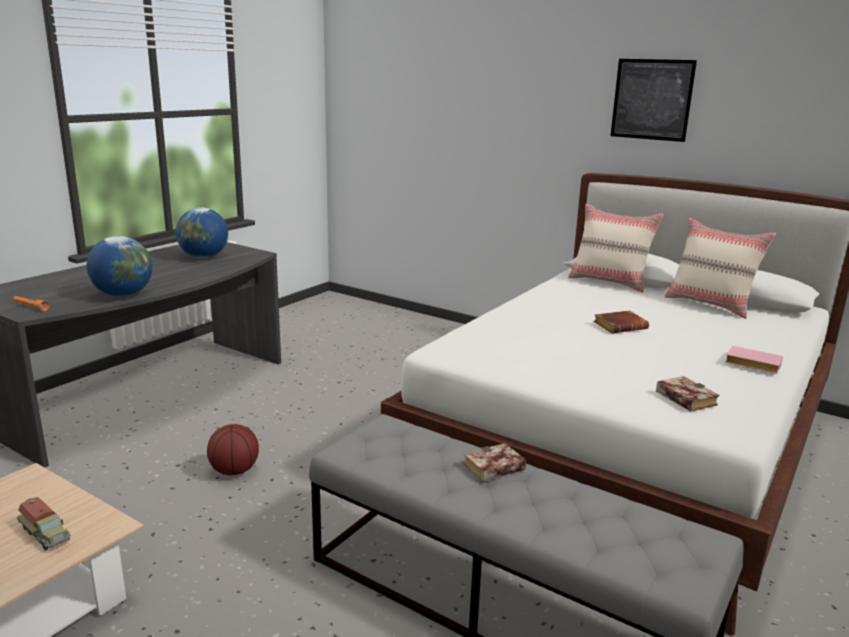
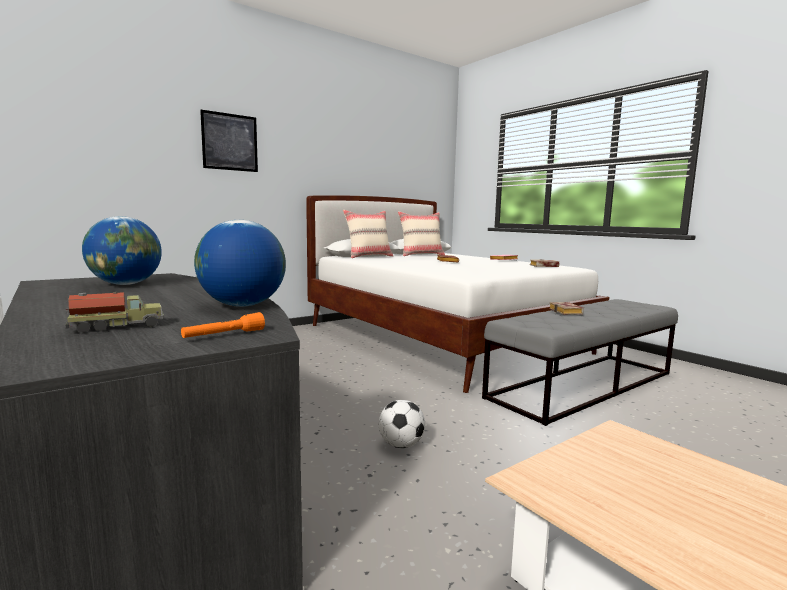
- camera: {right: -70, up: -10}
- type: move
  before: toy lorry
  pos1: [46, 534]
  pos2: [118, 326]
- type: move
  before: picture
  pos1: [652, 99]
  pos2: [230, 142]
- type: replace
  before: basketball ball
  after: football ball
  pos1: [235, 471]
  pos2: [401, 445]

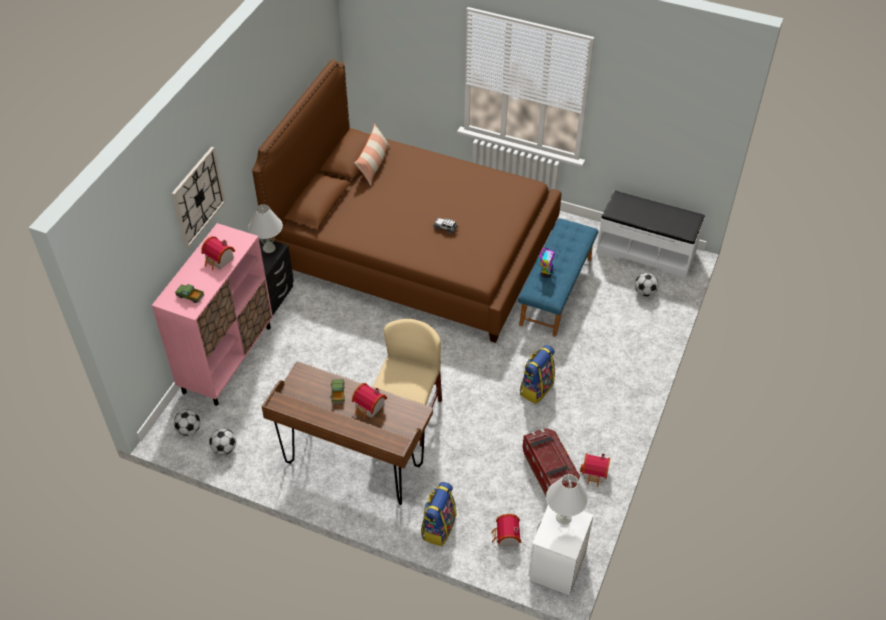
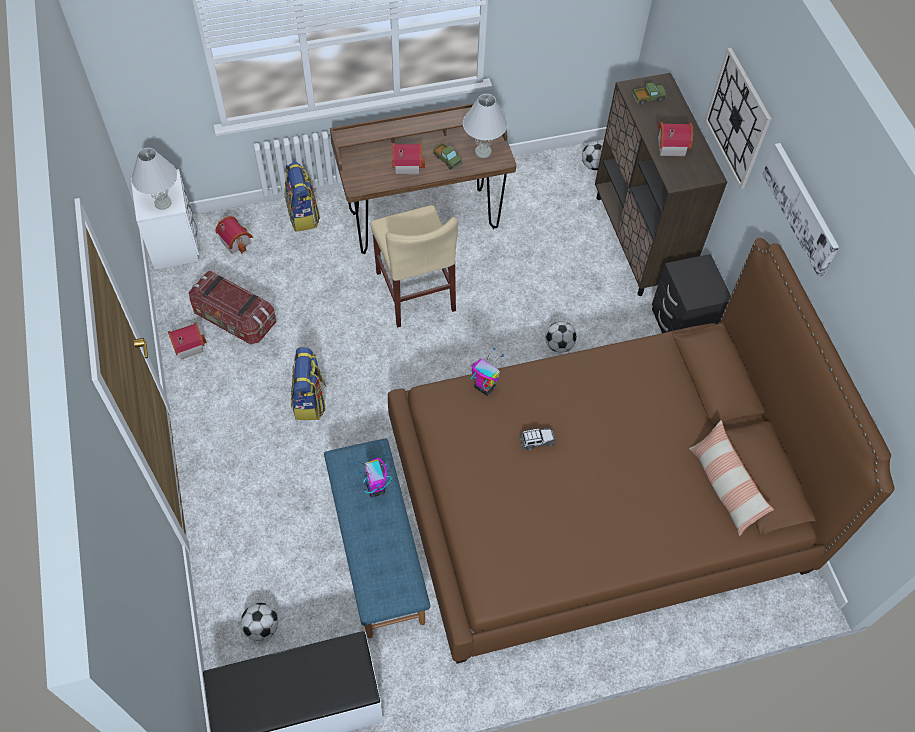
- camera: {right: 140, up: 10}
- type: insert
  after: robot figure
  pos2: [484, 387]
- type: insert
  after: picture
  pos2: [801, 208]
- type: move
  before: football ball
  pos1: [224, 449]
  pos2: [559, 345]
- type: move
  before: white-coloured tabletop lamp
  pos1: [268, 248]
  pos2: [483, 151]
- type: recolor
  before: pink-coloured cabinet
  after: brownish cabinet
  pos1: [227, 359]
  pos2: [639, 241]

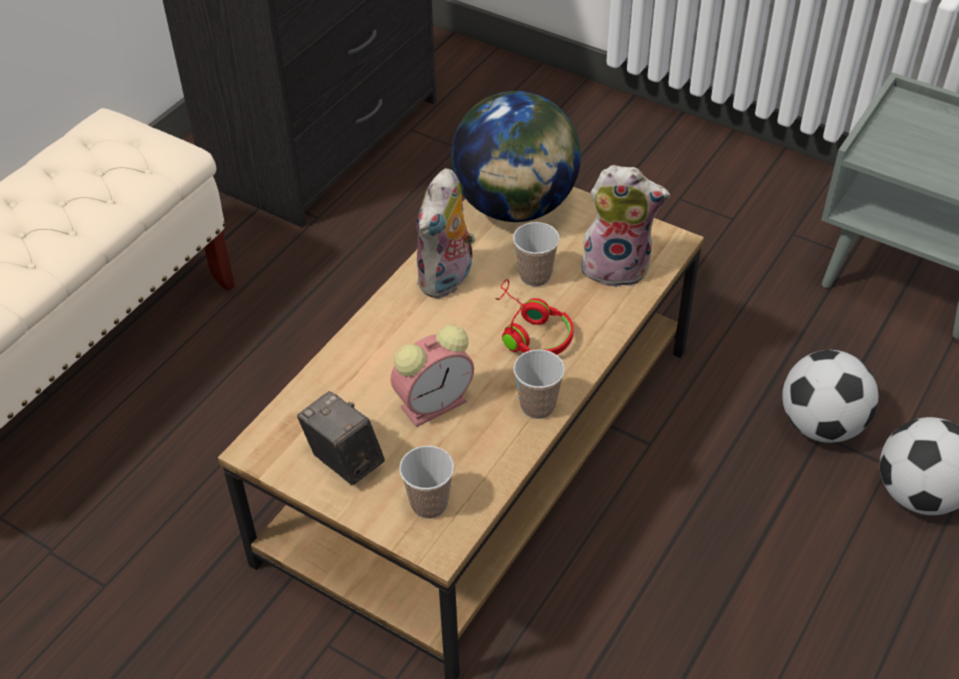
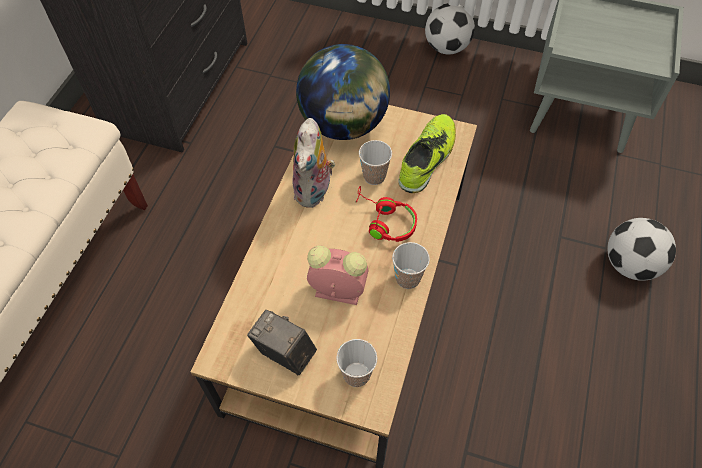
- camera: {right: -15, up: 10}
- type: move
  before: football ball
  pos1: [821, 425]
  pos2: [446, 48]
- type: replace
  before: soft toy
  after: low shoe
  pos1: [617, 267]
  pos2: [427, 158]
- type: rotate
  before: table clock
  pos1: [435, 402]
  pos2: [336, 291]
  turn: -120

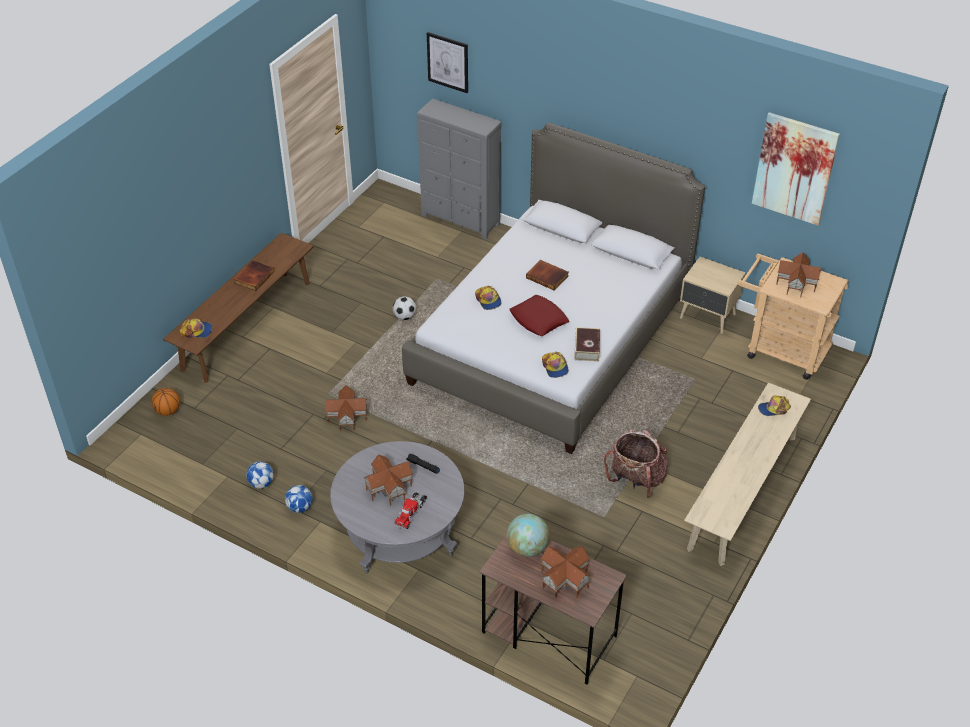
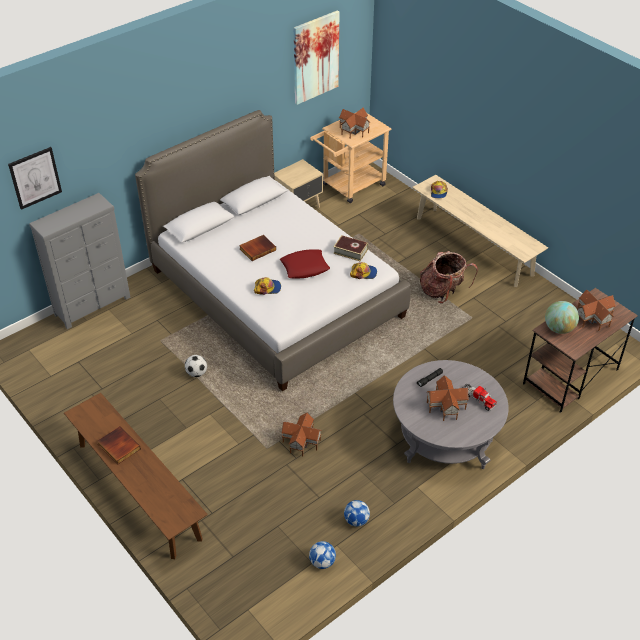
- camera: {right: -70, up: 0}
- type: delete
  before: basketball ball
  pos1: [167, 411]
- type: delete
  before: peaked cap
  pos1: [196, 331]
- type: move
  before: football ball
  pos1: [300, 507]
  pos2: [322, 562]

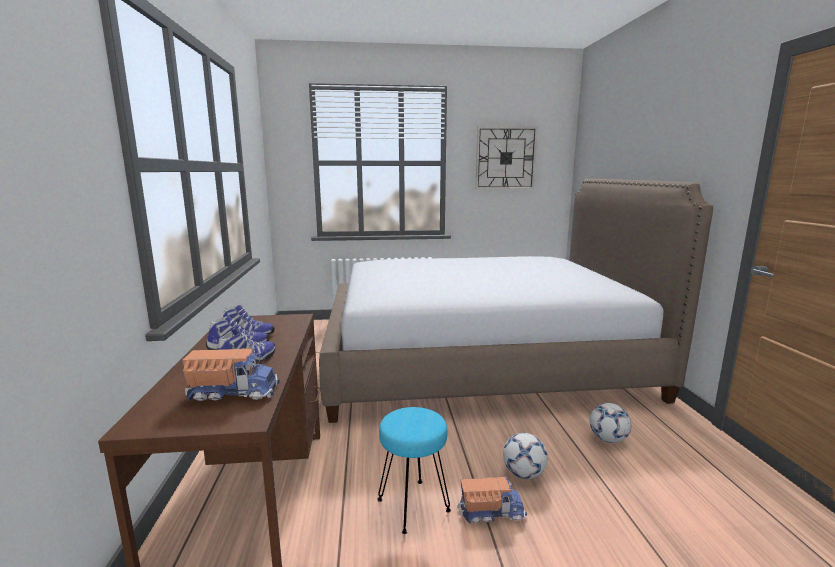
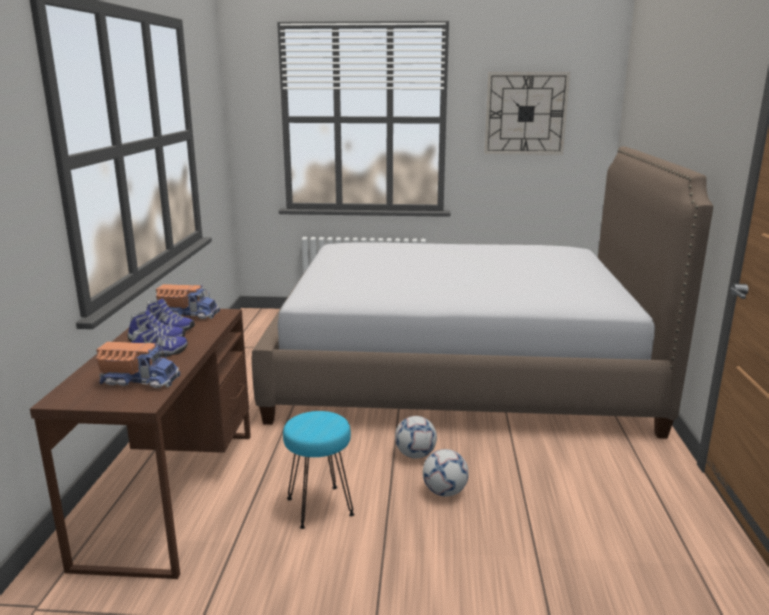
- camera: {right: 10, up: 5}
- type: move
  before: toy lorry
  pos1: [491, 510]
  pos2: [188, 314]
- type: move
  before: football ball
  pos1: [608, 439]
  pos2: [415, 455]

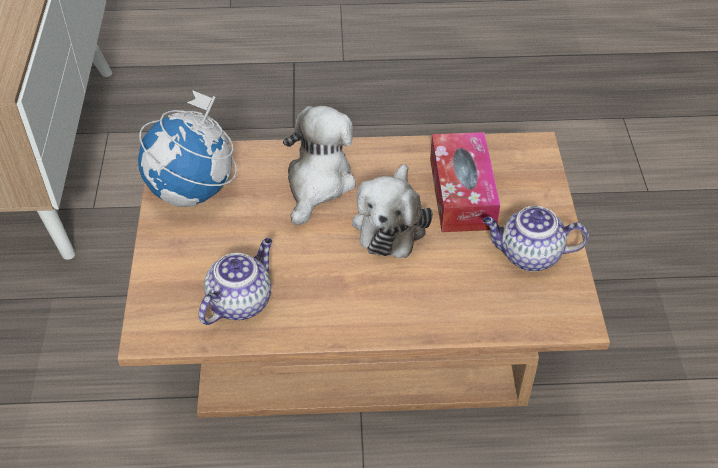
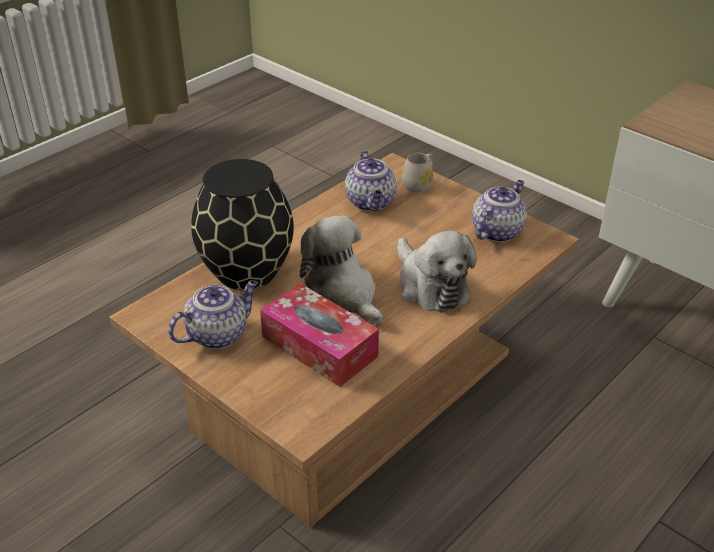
- camera: {right: 135, up: -10}
- type: insert
  after: black-coloured decorative vase
  pos2: [245, 271]
- type: insert
  after: white-coloured coffee mug
  pos2: [419, 184]
- type: replace
  before: world globe
  after: tea pot
  pos1: [193, 191]
  pos2: [497, 231]

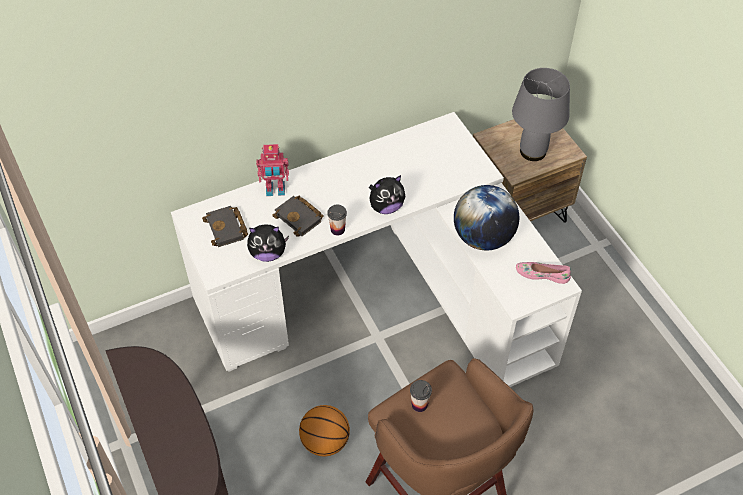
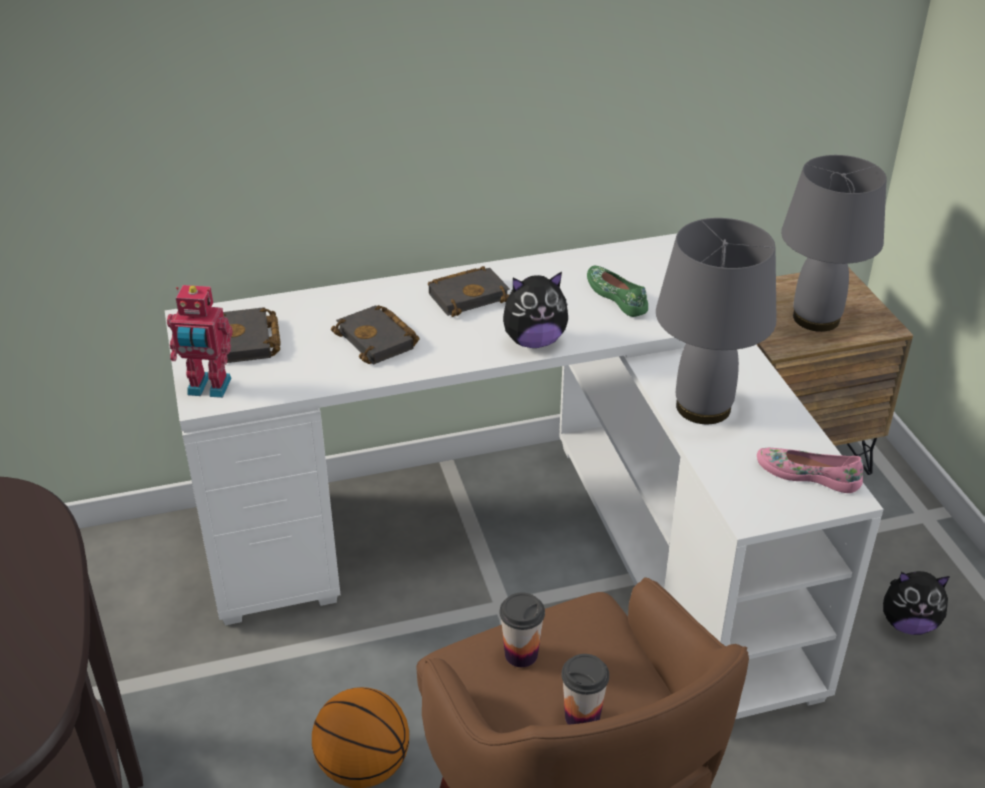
- camera: {right: 10, up: -15}
- type: insert
  after: black-coloured book
  pos2: [469, 295]
- type: insert
  after: green-coloured low shoe
  pos2: [617, 296]
- type: move
  before: soft toy
  pos1: [268, 253]
  pos2: [908, 623]
- type: move
  before: robot figure
  pos1: [275, 190]
  pos2: [208, 388]
- type: move
  before: drinking cup
  pos1: [337, 229]
  pos2: [582, 717]
- type: replace
  before: world globe
  after: grey tabletop lamp
  pos1: [483, 237]
  pos2: [703, 408]

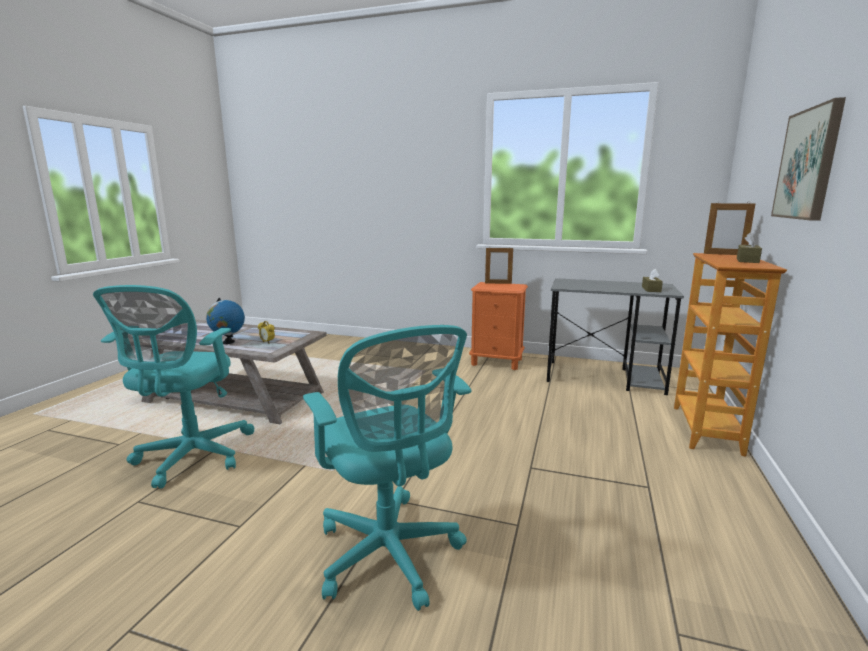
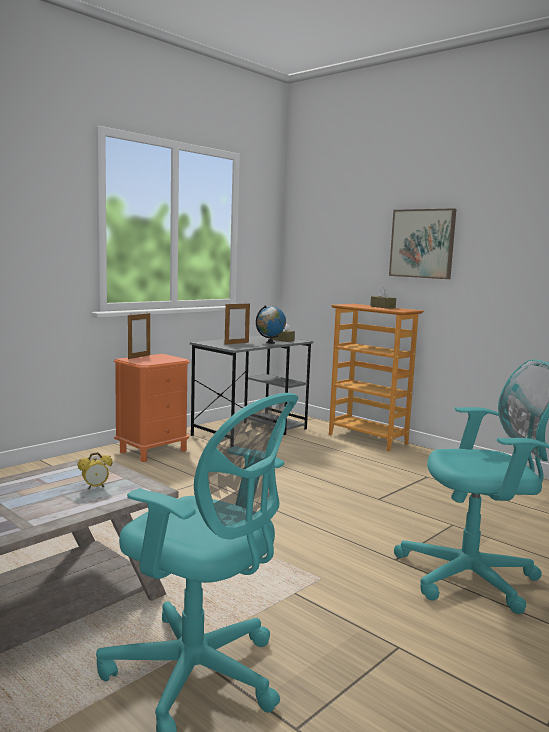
- camera: {right: -65, up: -5}
- type: move
  before: world globe
  pos1: [228, 342]
  pos2: [270, 343]
- type: move
  before: picture frame
  pos1: [724, 254]
  pos2: [236, 343]

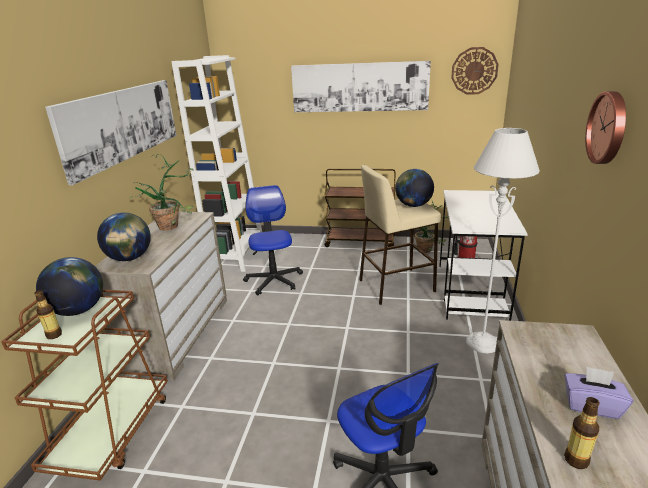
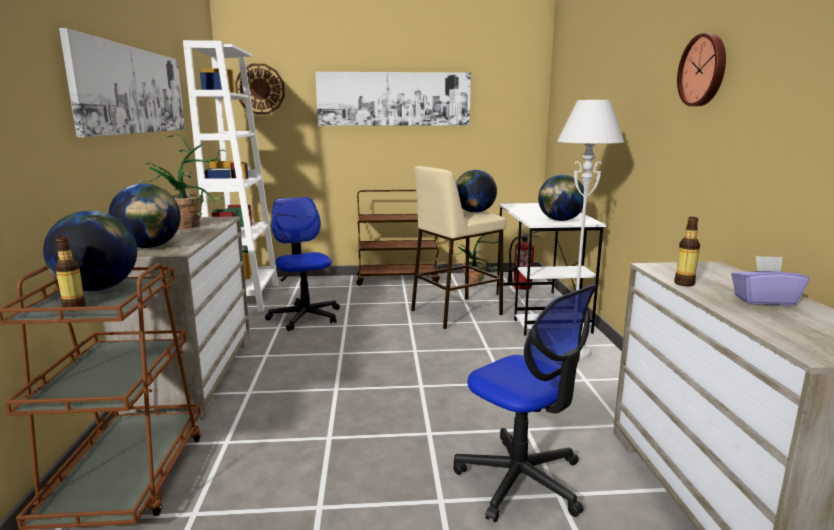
- camera: {right: -15, up: -10}
- type: insert
  after: world globe
  pos2: [560, 220]
- type: move
  before: hanging clock
  pos1: [474, 71]
  pos2: [260, 89]
- type: move
  before: beverage bottle
  pos1: [576, 460]
  pos2: [684, 283]

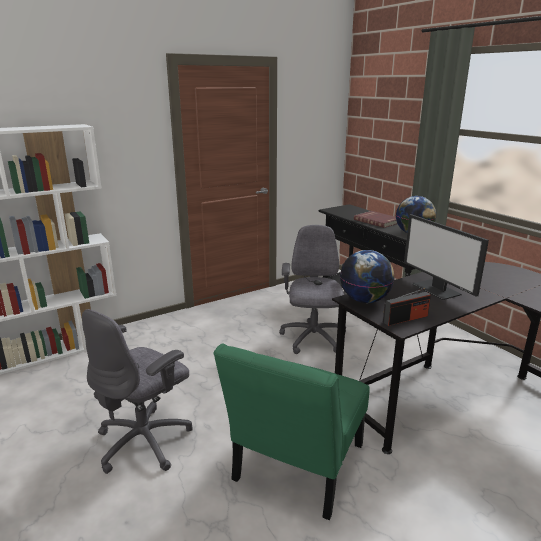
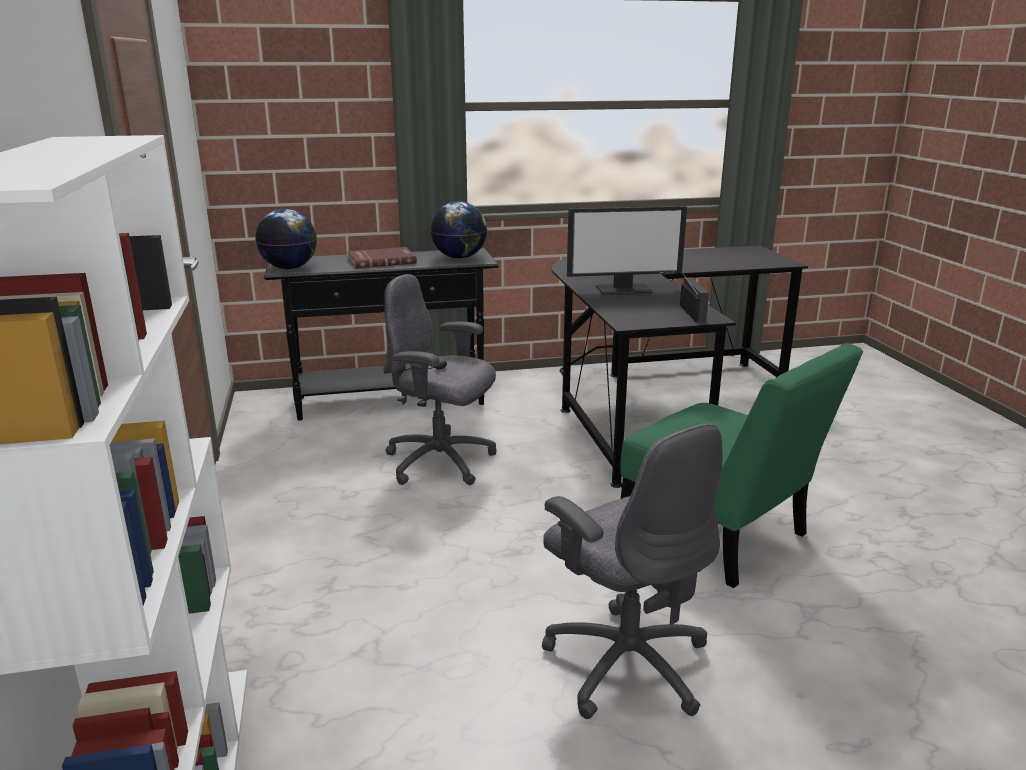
- camera: {right: -70, up: 0}
- type: move
  before: world globe
  pos1: [365, 300]
  pos2: [289, 268]

